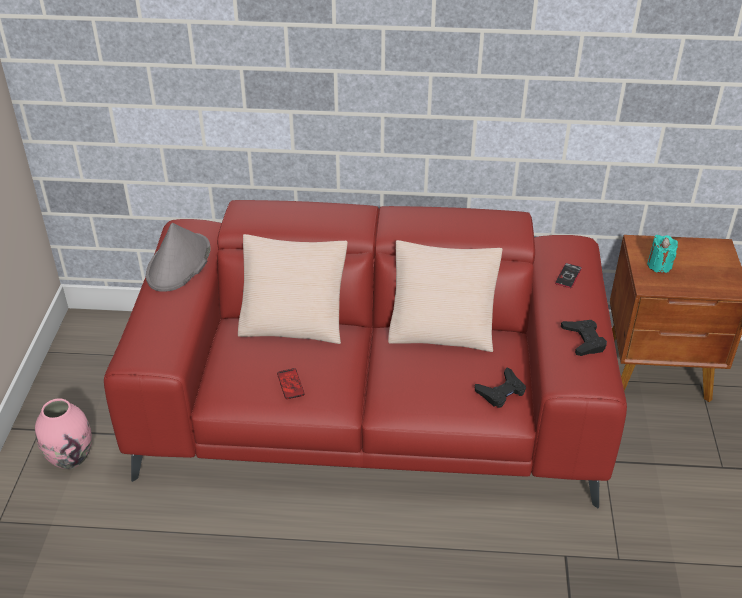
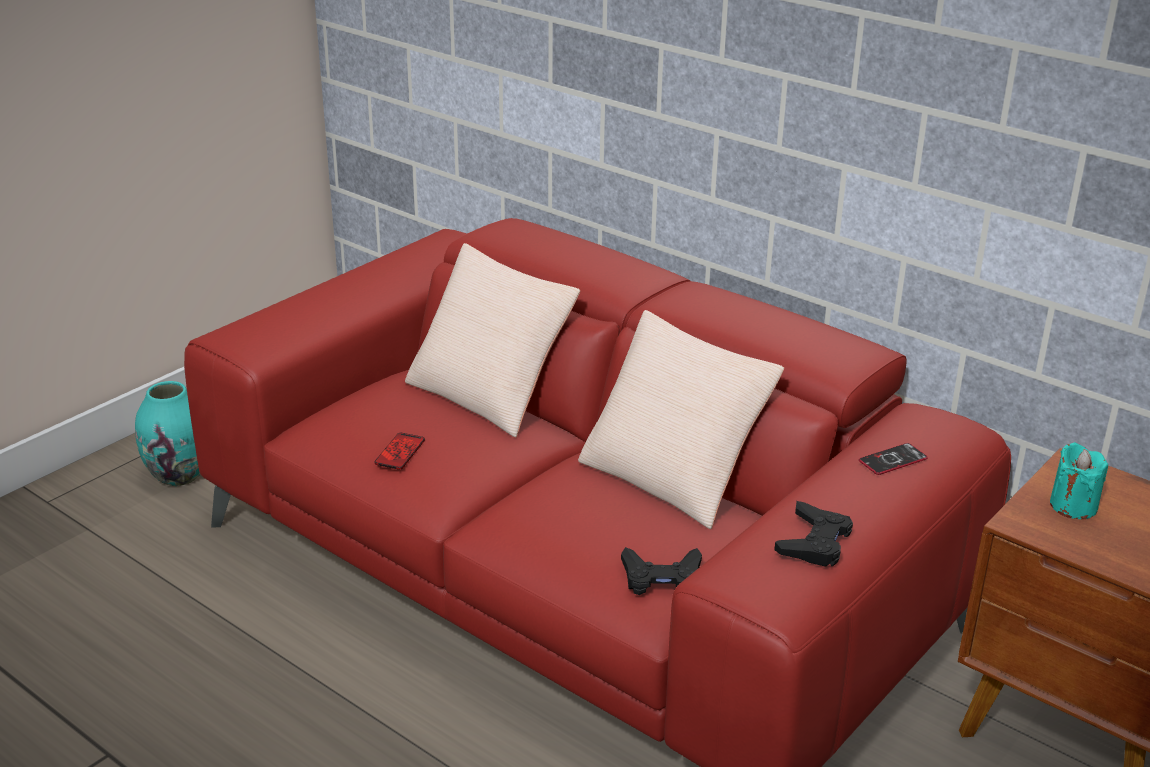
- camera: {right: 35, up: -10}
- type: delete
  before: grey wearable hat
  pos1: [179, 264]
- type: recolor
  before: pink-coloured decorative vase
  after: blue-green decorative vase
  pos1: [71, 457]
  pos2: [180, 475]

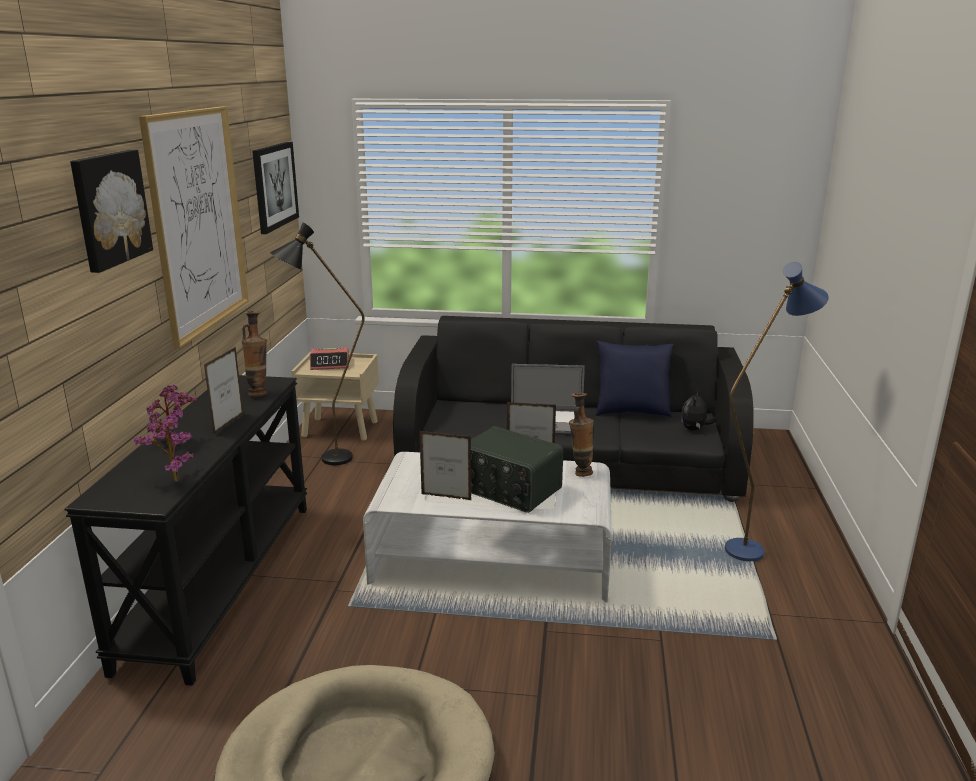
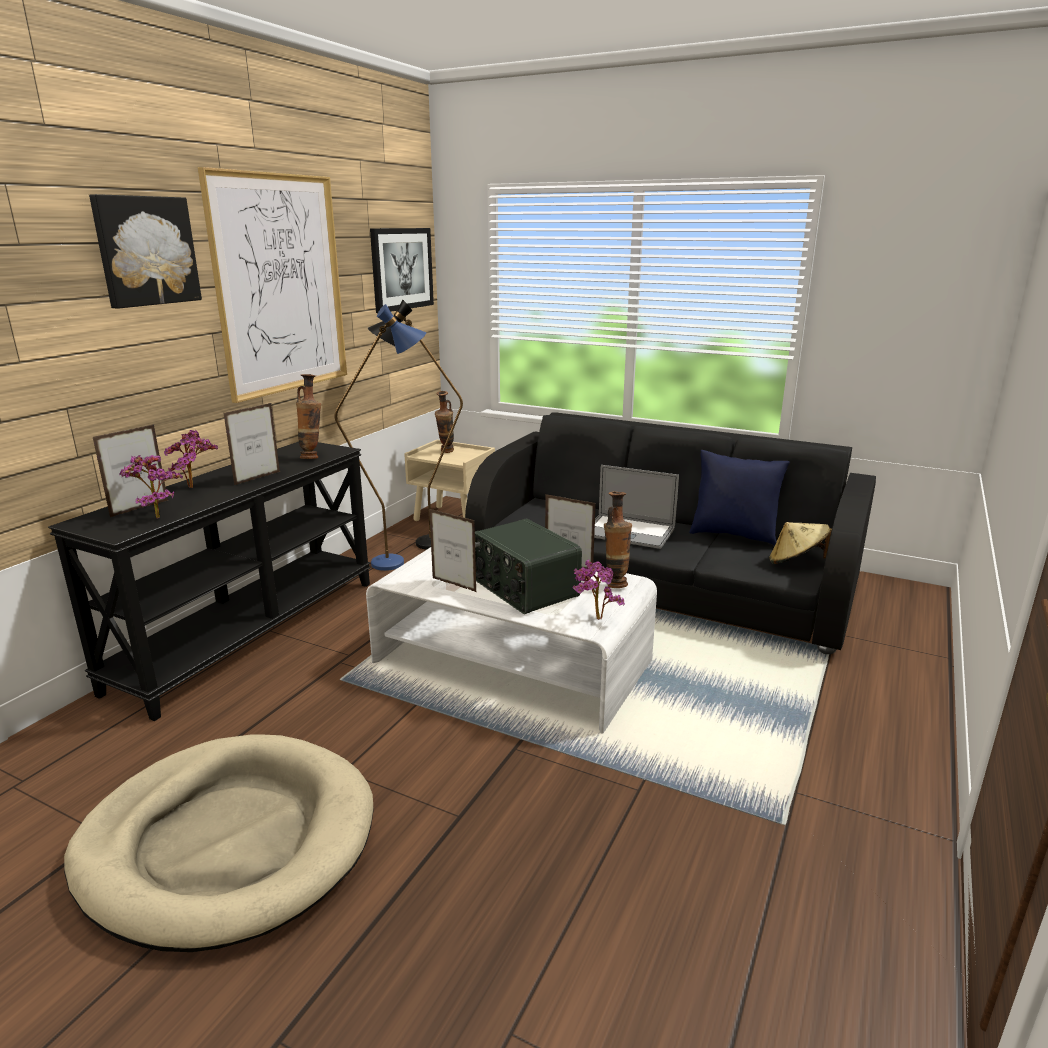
- camera: {right: 20, up: 0}
- type: insert
  after: picture frame
  pos2: [140, 508]
- type: insert
  after: houseplant
  pos2: [594, 619]
- type: move
  before: bluish standard lamp
  pos1: [753, 546]
  pos2: [400, 562]
- type: replace
  before: table clock
  after: decorative vase
  pos1: [330, 364]
  pos2: [446, 452]
- type: replace
  before: soft toy
  after: beige wearable hat
  pos1: [694, 429]
  pos2: [797, 563]

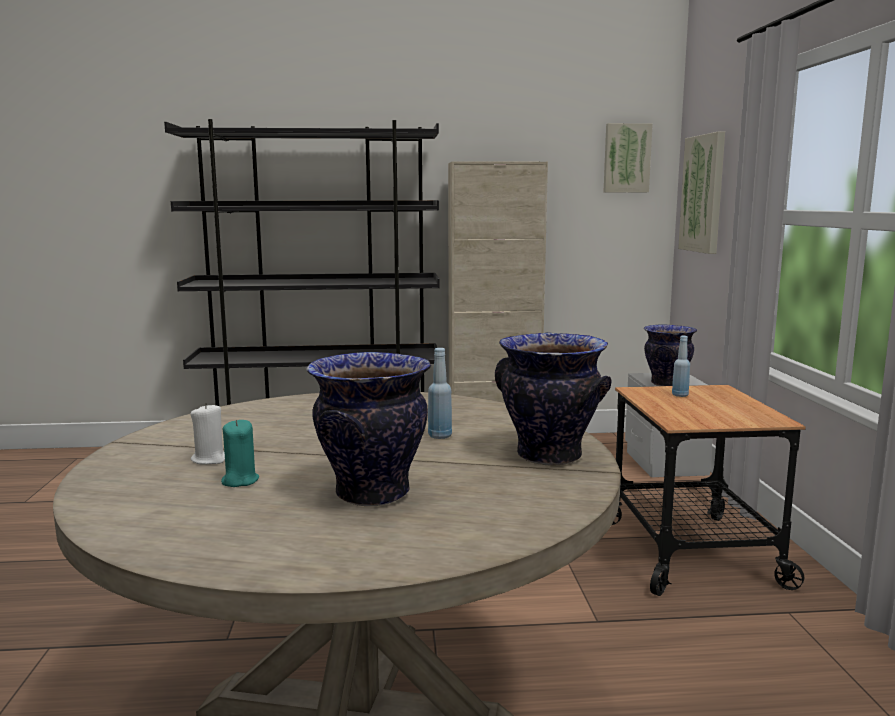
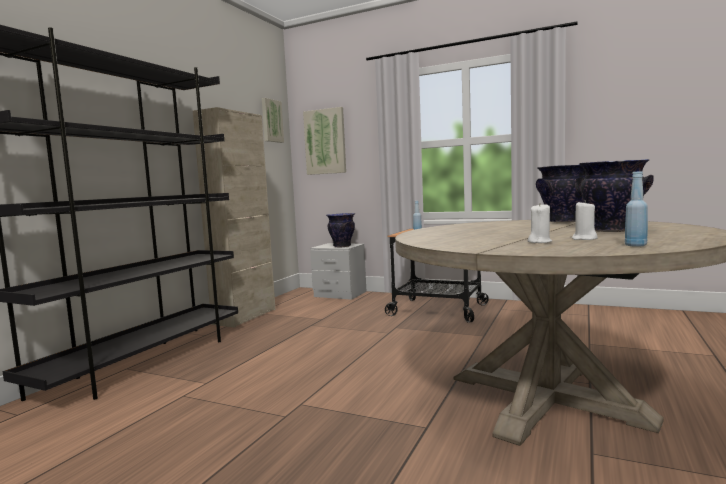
- camera: {right: -60, up: -5}
- type: move
  before: bluish beverage bottle
  pos1: [440, 436]
  pos2: [635, 245]
- type: recolor
  before: blue-green candle
  after: white-coloured candle
  pos1: [240, 480]
  pos2: [584, 239]

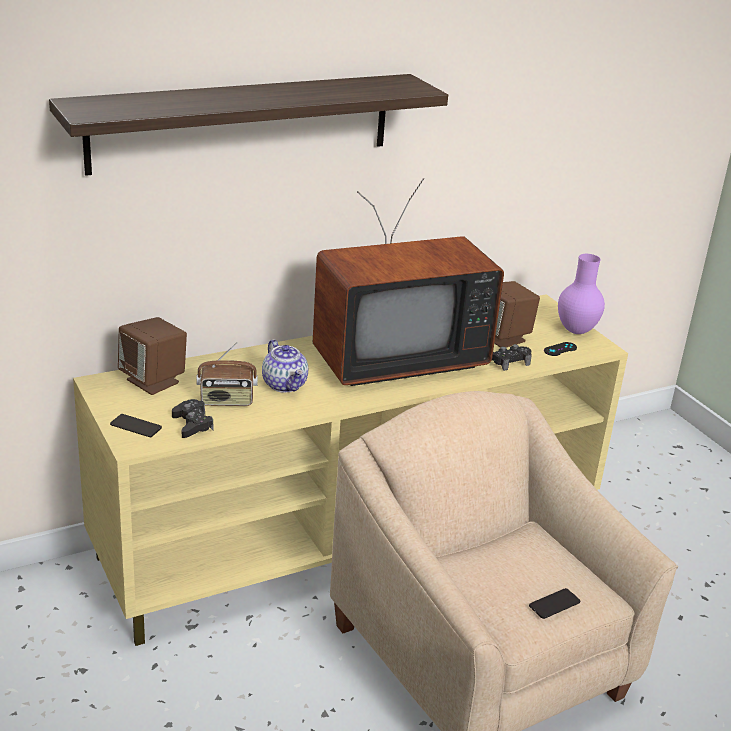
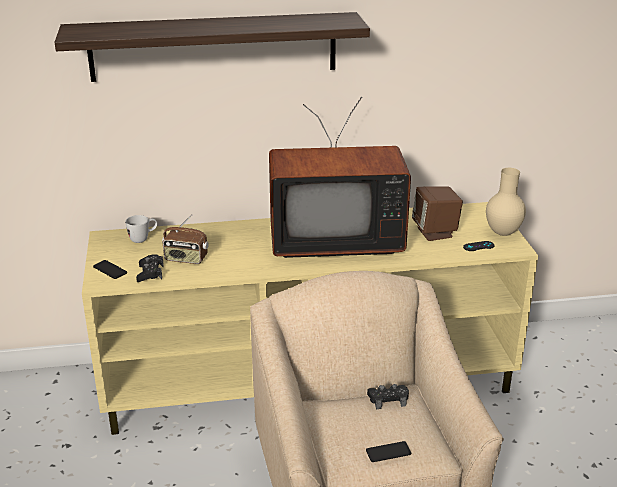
- camera: {right: 20, up: 0}
- type: delete
  before: tea pot
  pos1: [285, 385]
- type: move
  before: black-coloured joypad
  pos1: [509, 361]
  pos2: [388, 399]
- type: replace
  before: brownish speaker
  after: white-coloured coffee mug
  pos1: [154, 381]
  pos2: [143, 239]
- type: recolor
  before: purplish decorative vase
  after: beige decorative vase
  pos1: [576, 331]
  pos2: [502, 233]

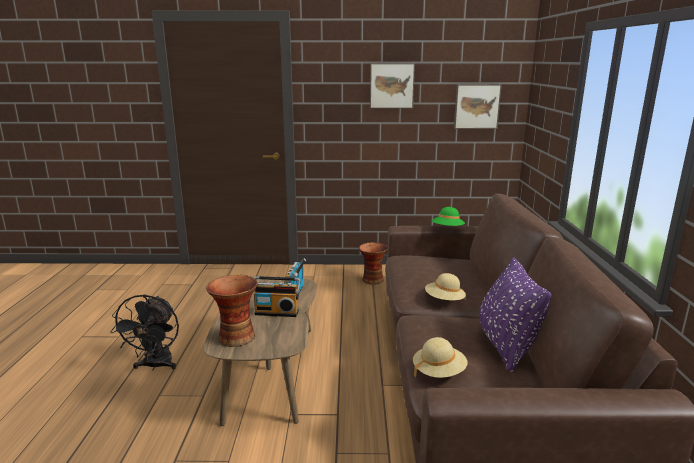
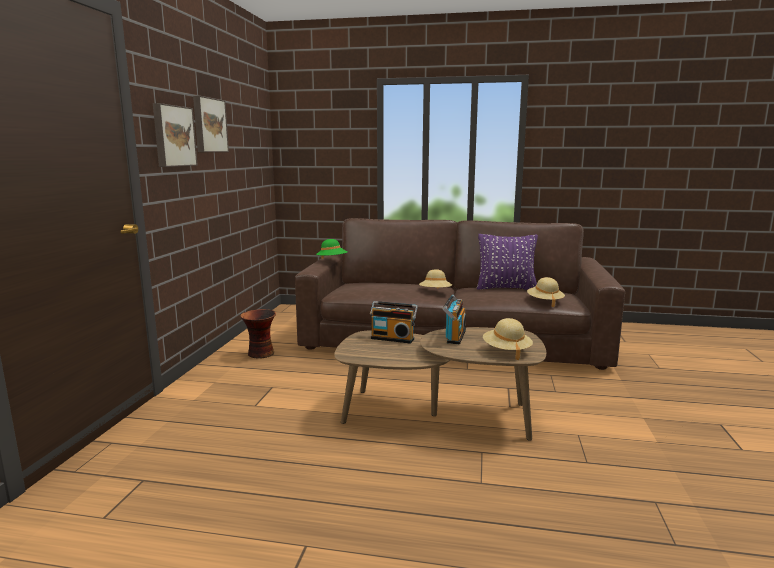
- camera: {right: -80, up: -5}
- type: delete
  before: black-coloured cooling fan
  pos1: [156, 366]
- type: move
  before: picture
  pos1: [476, 106]
  pos2: [173, 136]
- type: replace
  before: decorative vase
  after: beige wearable hat
  pos1: [235, 337]
  pos2: [506, 351]

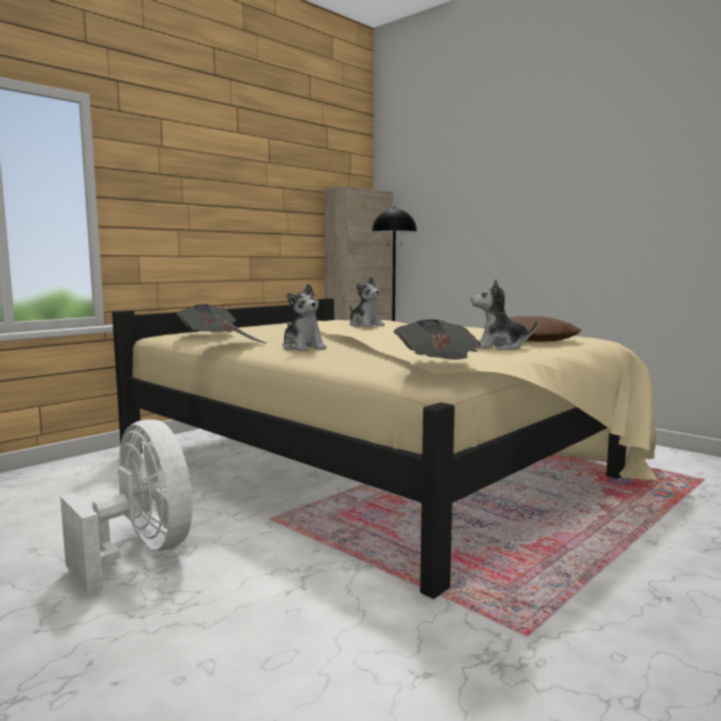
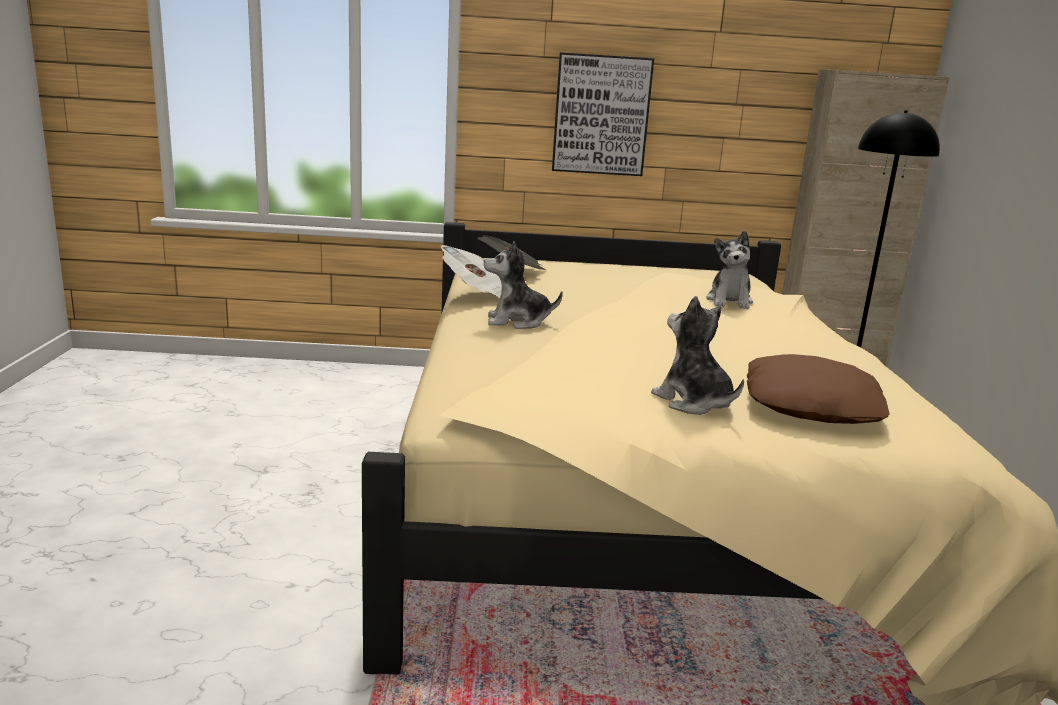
- camera: {right: 45, up: 10}
- type: delete
  before: white-coloured cooling fan
  pos1: [142, 553]
- type: delete
  before: newspaper
  pos1: [439, 365]
- type: insert
  after: picture
  pos2: [601, 115]
- type: rotate
  before: soft toy
  pos1: [303, 348]
  pos2: [517, 322]
  turn: 75

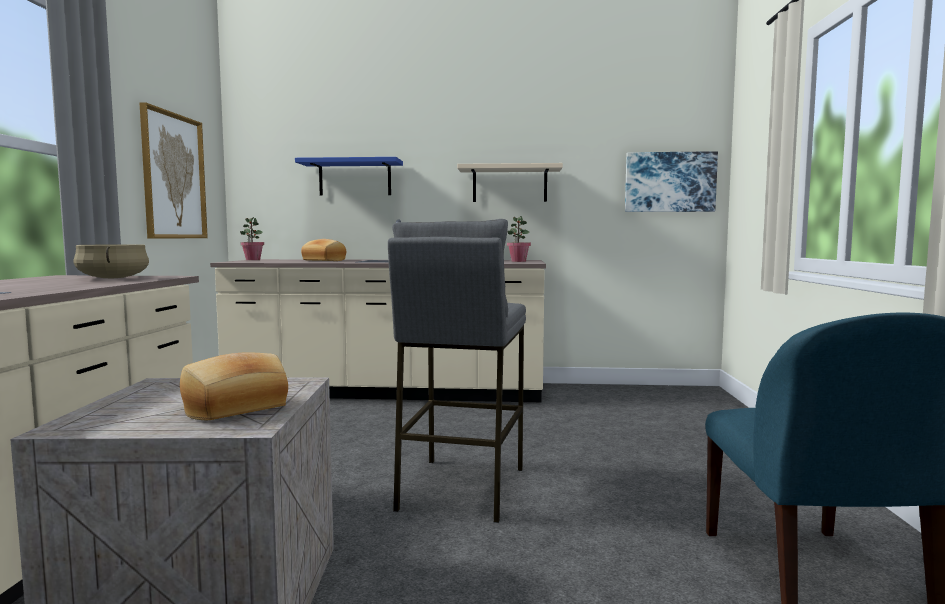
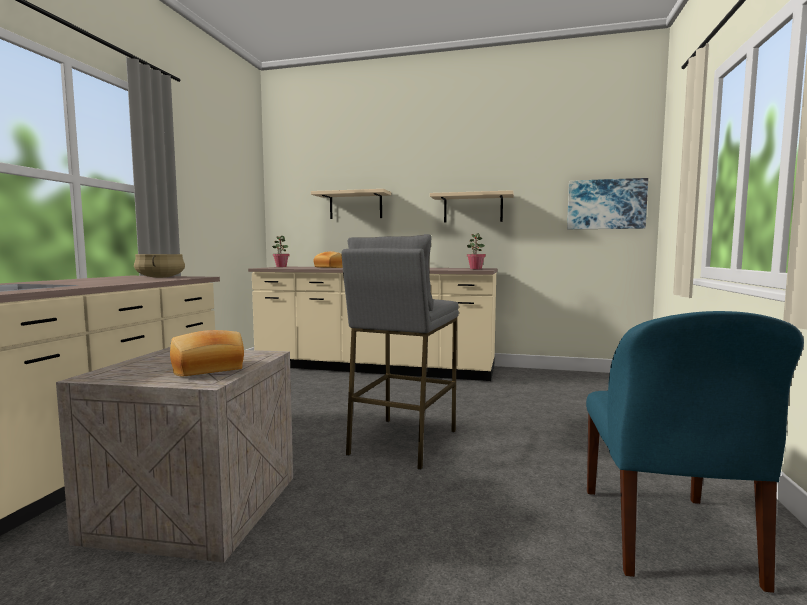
- camera: {right: 10, up: 0}
- type: delete
  before: picture
  pos1: [173, 176]
- type: recolor
  before: bluish bracket shelf
  after: beige bracket shelf
  pos1: [355, 178]
  pos2: [355, 205]

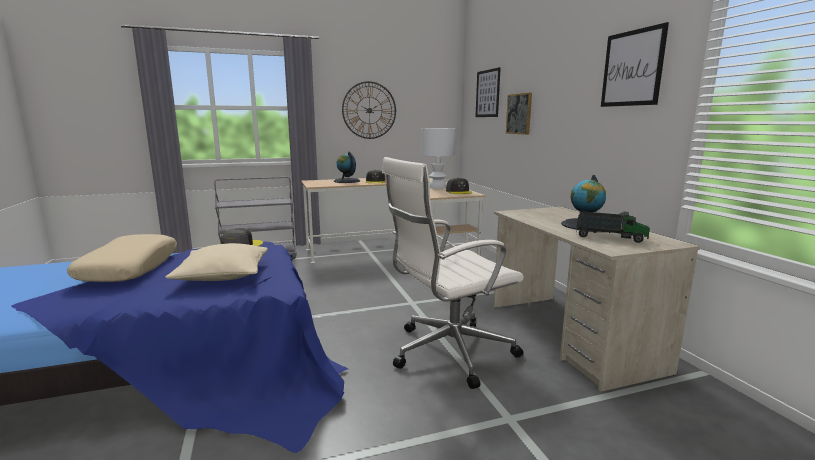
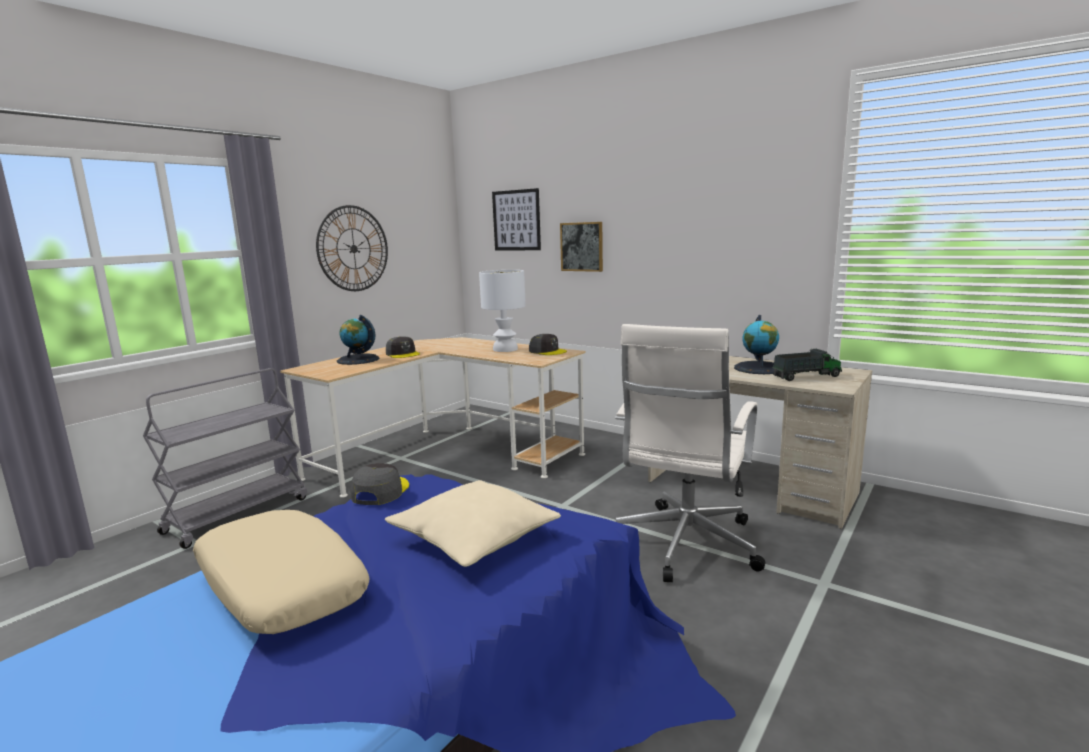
- camera: {right: -35, up: 0}
- type: delete
  before: picture
  pos1: [632, 68]

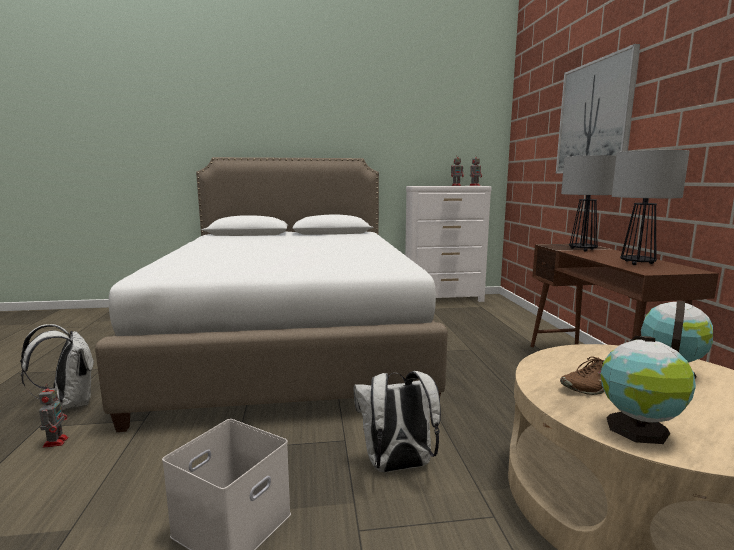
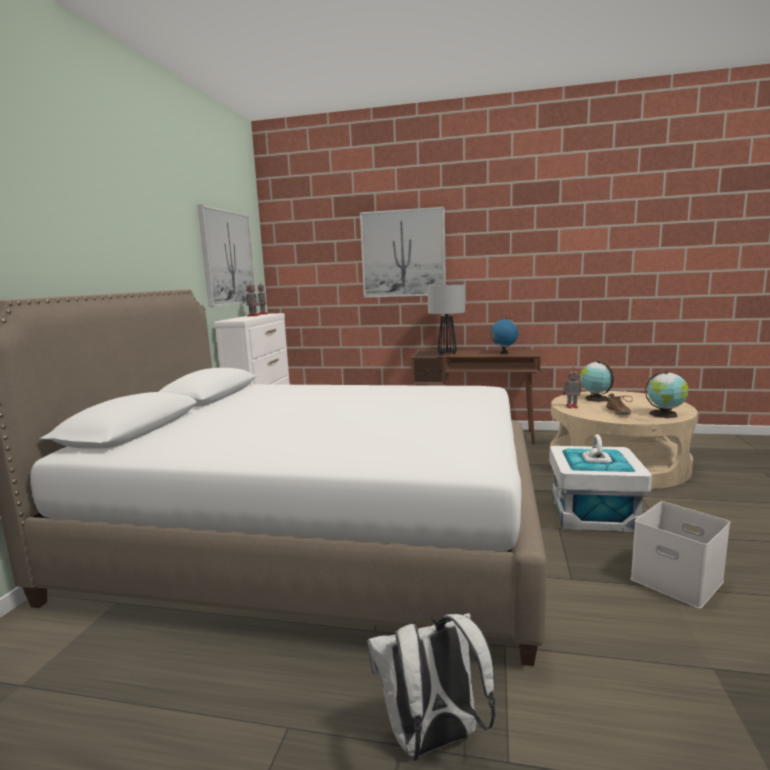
- camera: {right: -70, up: 0}
- type: insert
  after: picture
  pos2: [228, 258]
- type: move
  before: robot figure
  pos1: [56, 441]
  pos2: [571, 406]
- type: replace
  before: white-coloured rucksack
  after: white-coloured storage container
  pos1: [397, 466]
  pos2: [594, 514]
- type: replace
  before: tabletop lamp
  after: world globe
  pos1: [636, 263]
  pos2: [504, 353]

